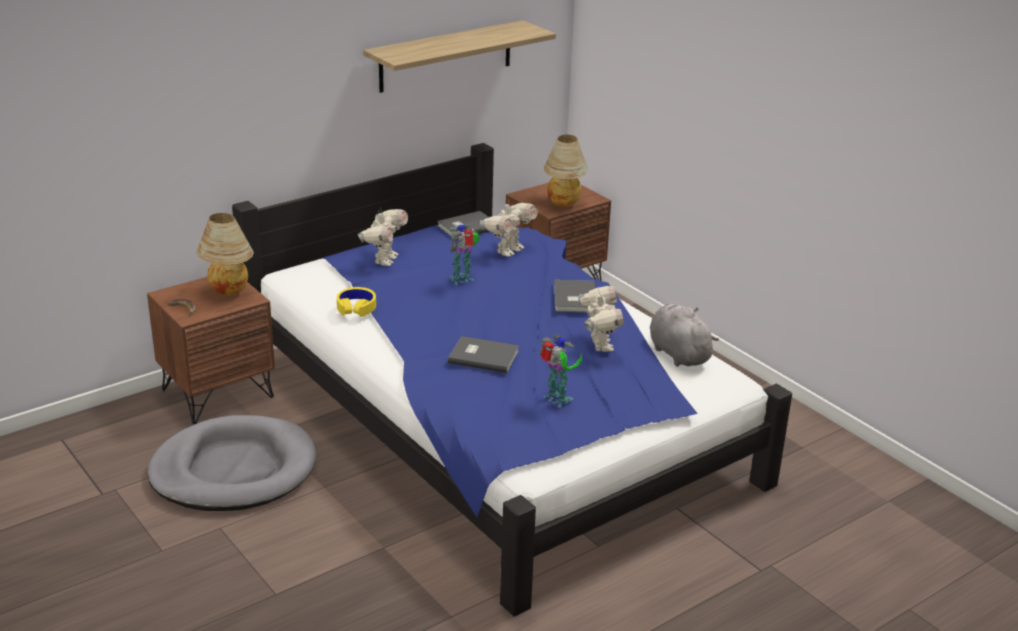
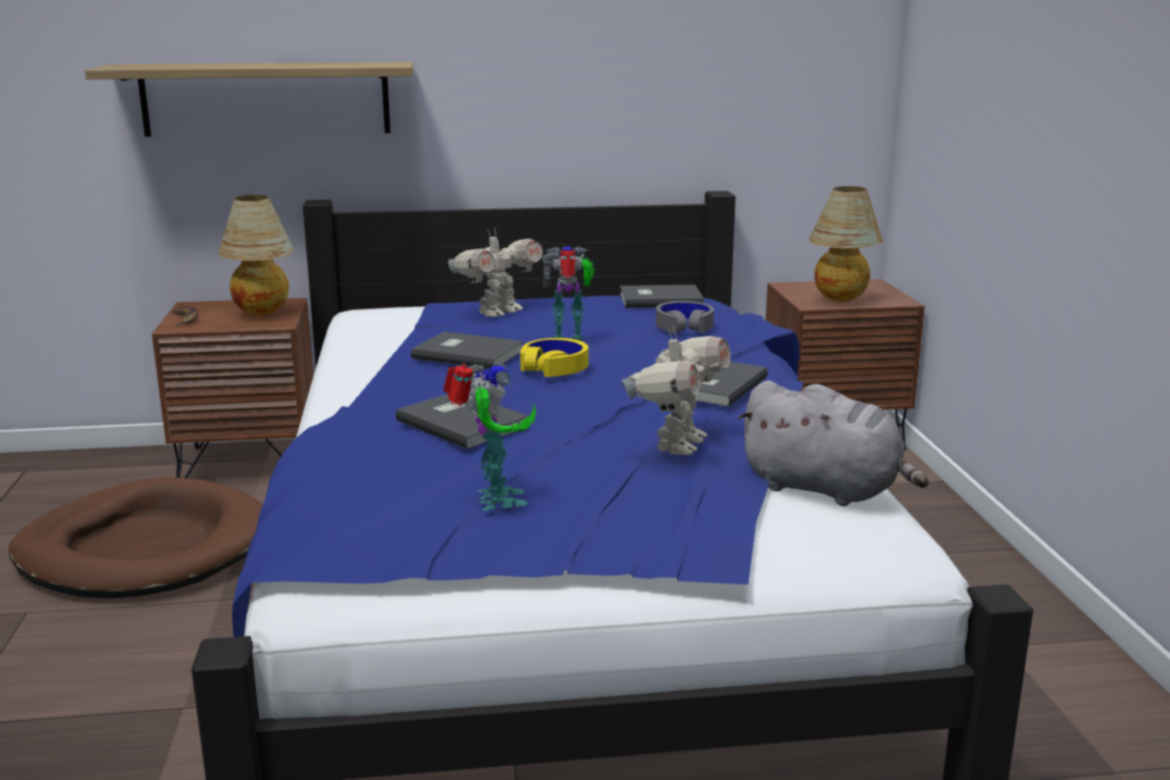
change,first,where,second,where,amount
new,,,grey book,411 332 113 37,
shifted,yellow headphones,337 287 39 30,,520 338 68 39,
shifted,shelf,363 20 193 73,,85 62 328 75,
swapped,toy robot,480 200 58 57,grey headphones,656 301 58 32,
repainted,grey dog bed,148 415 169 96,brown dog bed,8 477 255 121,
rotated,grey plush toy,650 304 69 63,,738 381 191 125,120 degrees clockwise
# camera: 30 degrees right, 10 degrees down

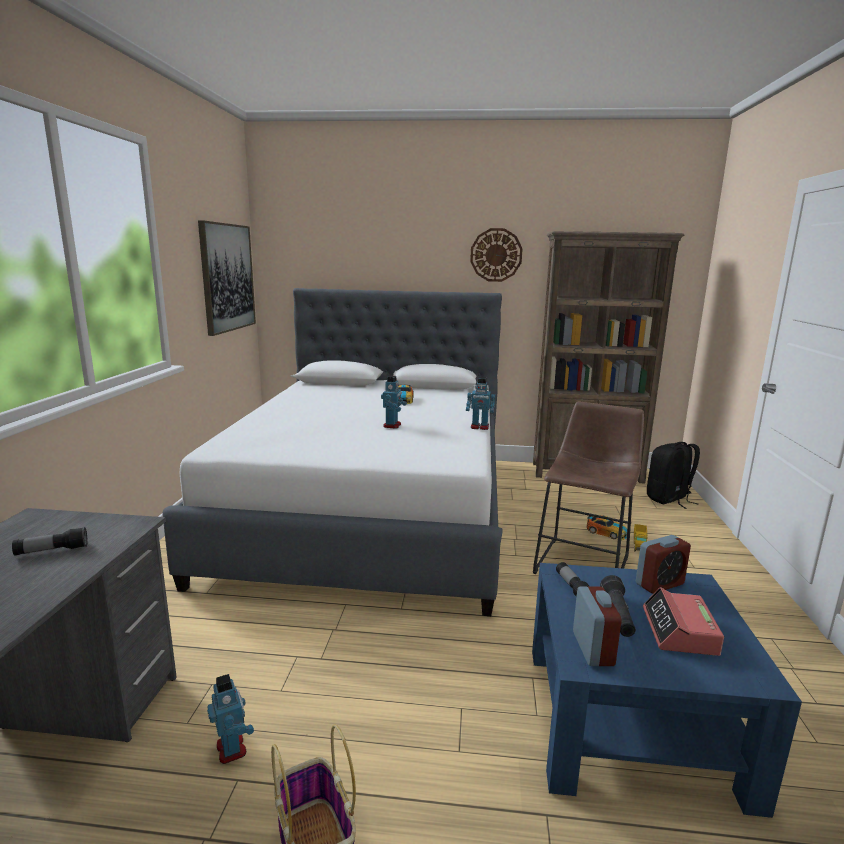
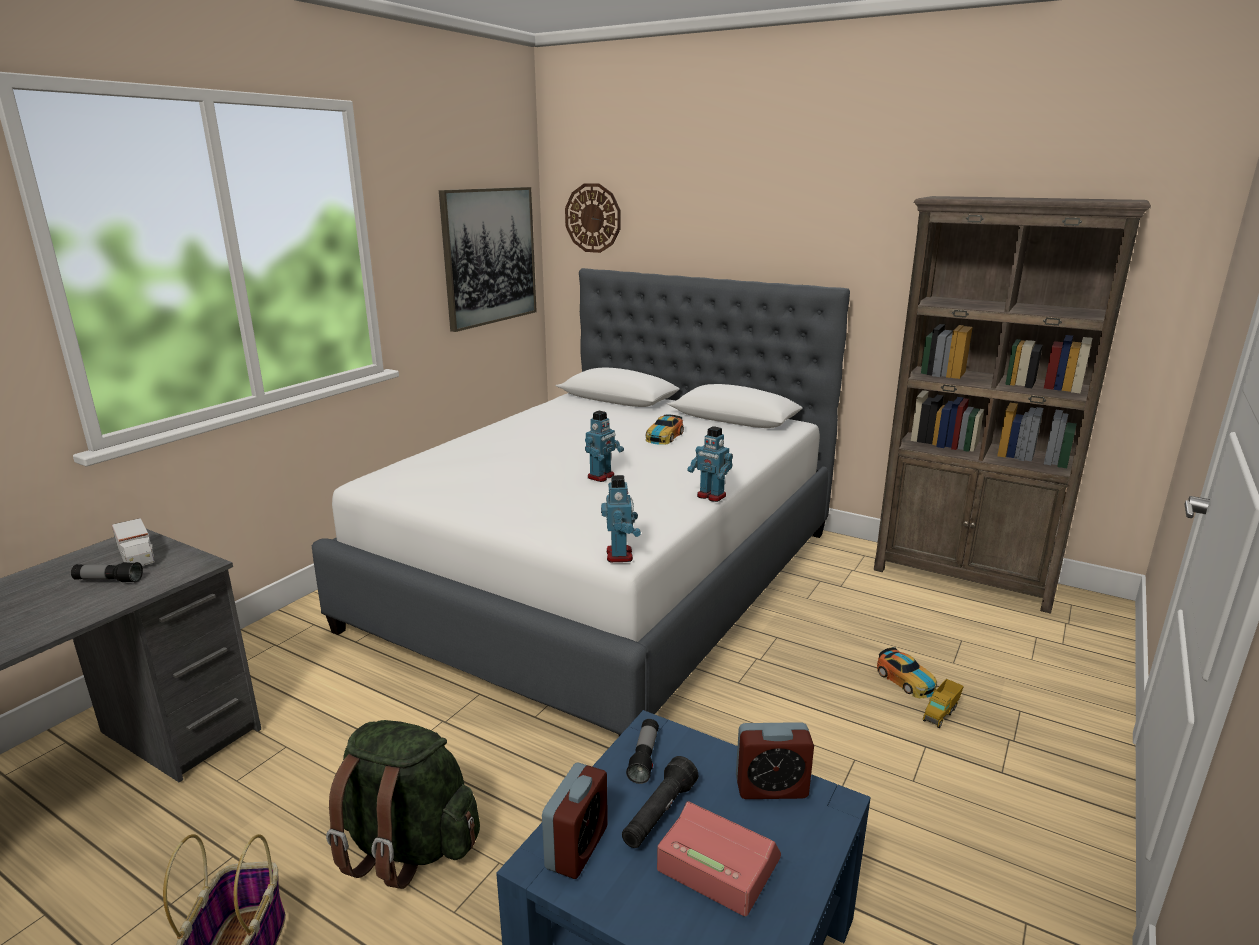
change,first,where,second,where,amount
gone,brown stool,533 402 111 172,,,
gone,black backpack,647 442 53 67,,,
new,,,toy truck,112 518 43 48,
new,,,green backpack,326 720 154 169,
shifted,toy robot,207 674 47 90,,601 475 40 87,
shifted,wall clock,470 228 53 54,,565 183 56 70,
rotated,alarm clock,643 587 81 69,,657 801 124 115,90 degrees clockwise
# camera: 25 degrees right, 5 degrees up

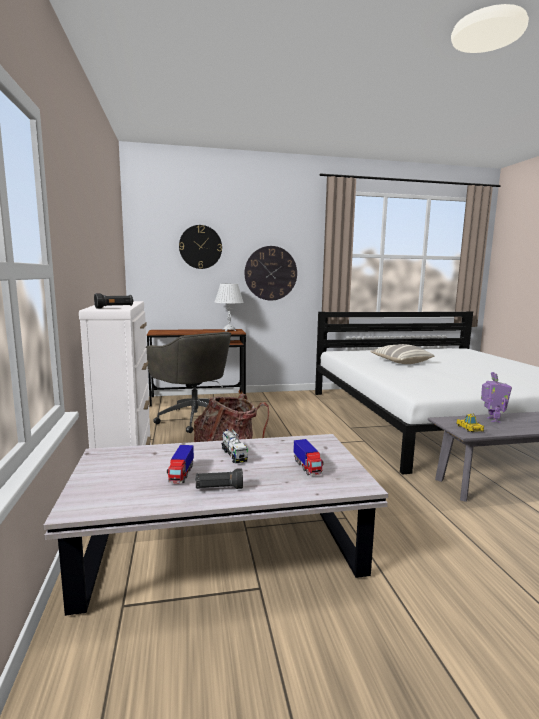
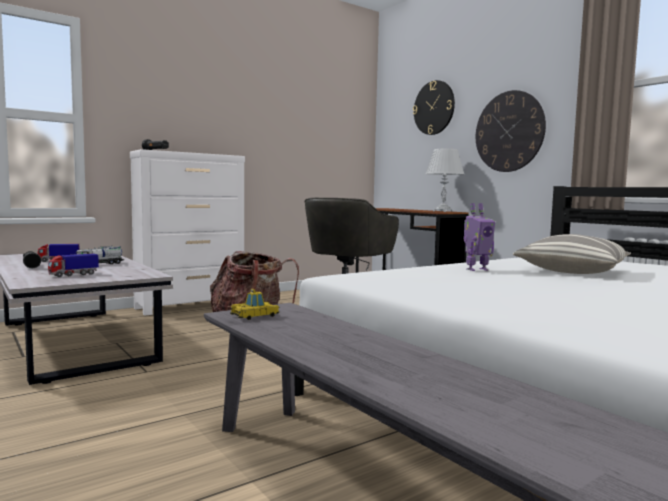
change,first,where,second,where,amount
shifted,toy robot,481 372 31 51,,463 203 32 68,
# camera: 65 degrees right, 5 degrees down

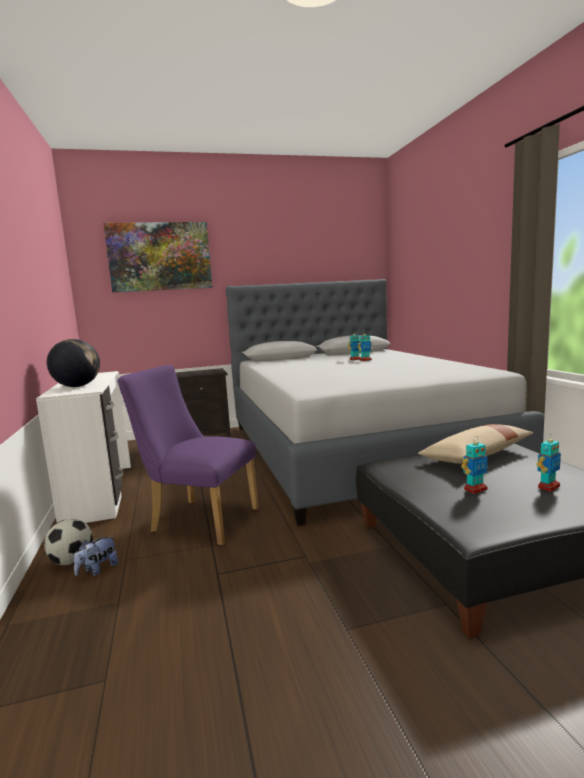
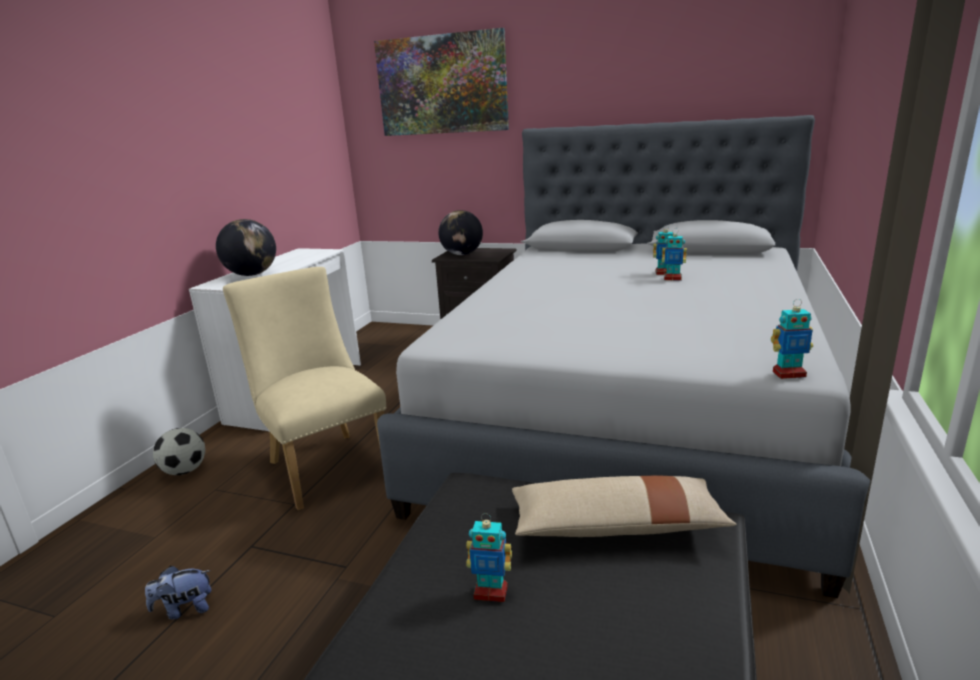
change,first,where,second,where,amount
new,,,globe,438 210 45 45,
shifted,plush toy,74 536 44 40,,145 566 67 54,
shifted,toy robot,537 433 24 59,,771 299 42 80,
repainted,purple chair,117 365 142 181,beige chair,223 267 164 243,
# camera: 35 degrees right, 10 degrees up

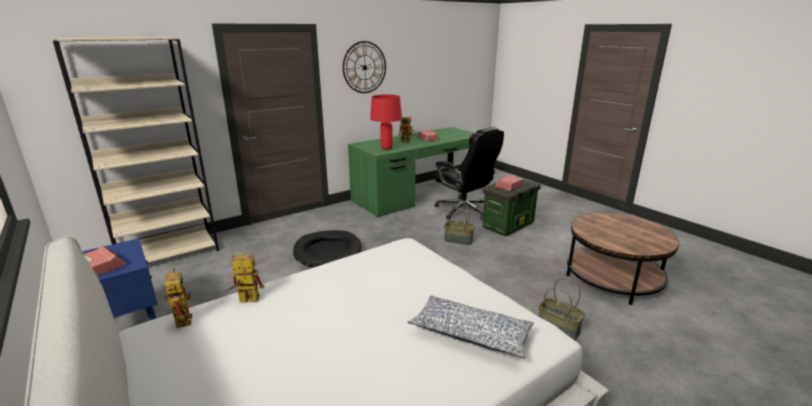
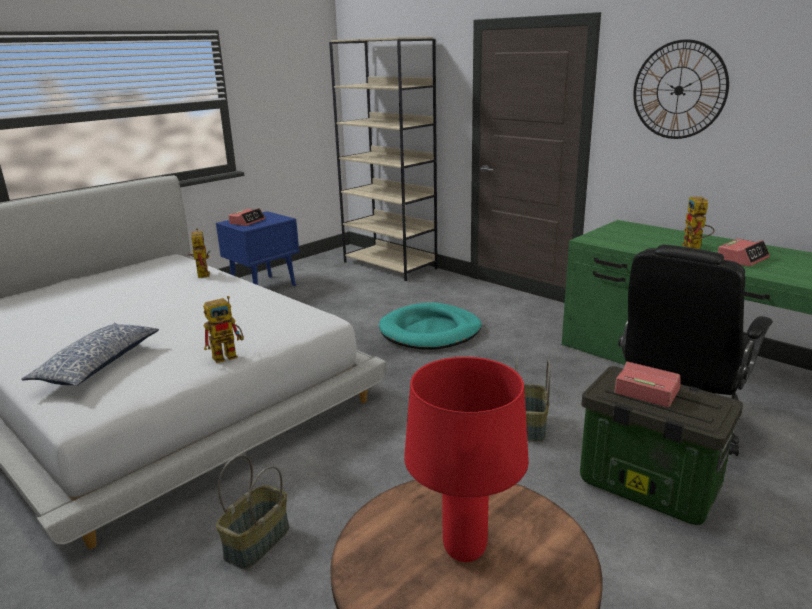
change,first,where,second,where,amount
shifted,toy robot,164 268 28 60,,203 296 41 67,
shifted,red table lamp,370 94 32 56,,404 357 125 205,
repainted,black dog bed,293 230 69 37,turquoise dog bed,379 303 103 47,
# camera: 80 degrees right, 0 degrees up

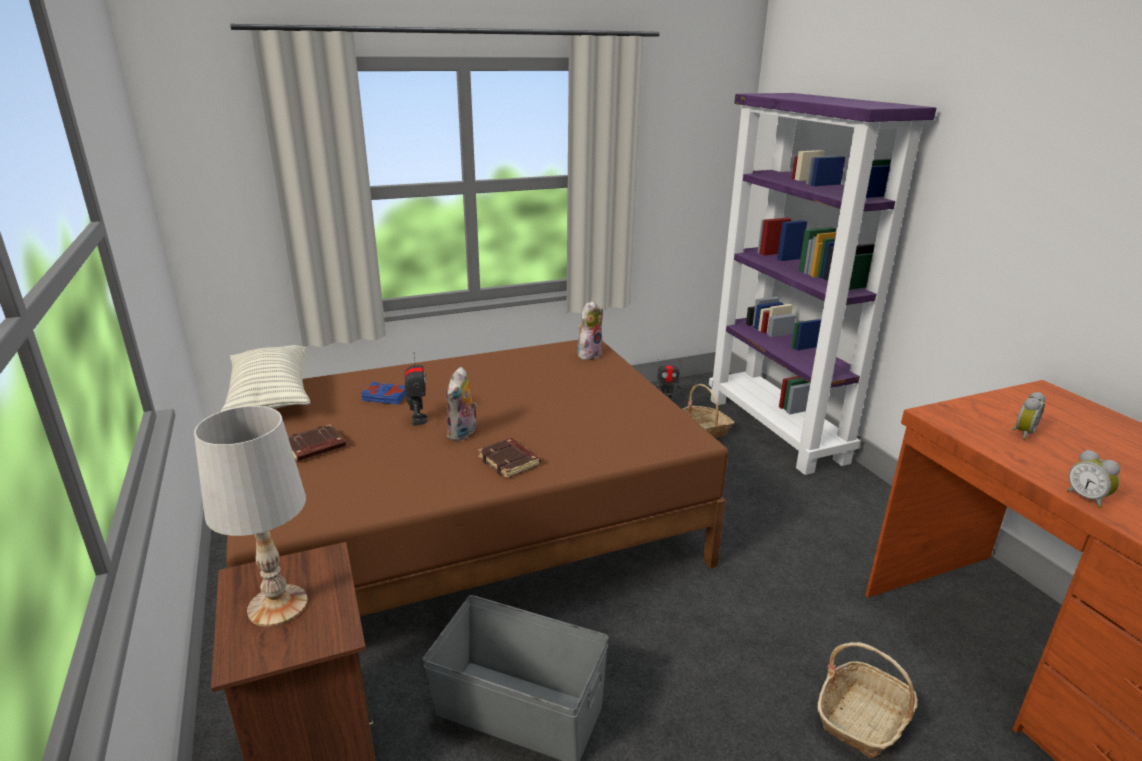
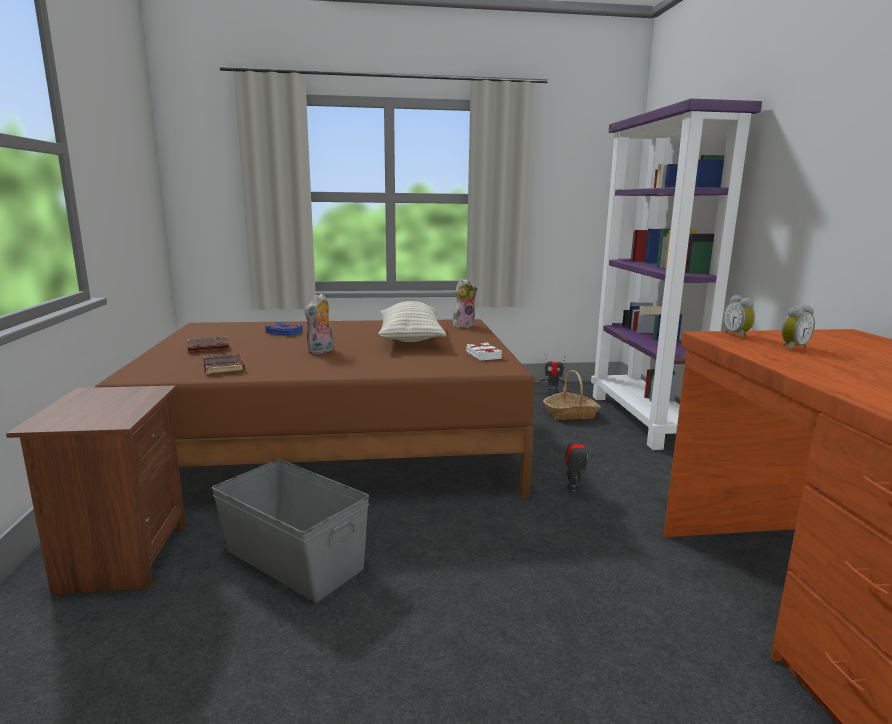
change,first,where,second,where,amount
gone,white table lamp,194 406 114 221,,,
gone,basket,817 642 101 117,,,
new,,,white book,466 343 36 18,
shifted,pillow,221 345 89 66,,378 301 68 41,
shifted,toy robot,405 353 23 73,,565 431 23 65,
shifted,brown book,478 438 63 41,,203 354 42 21,
shifted,alarm clock,1067 450 53 58,,724 295 31 43,
# camera: 15 degrees right, 10 degrees down

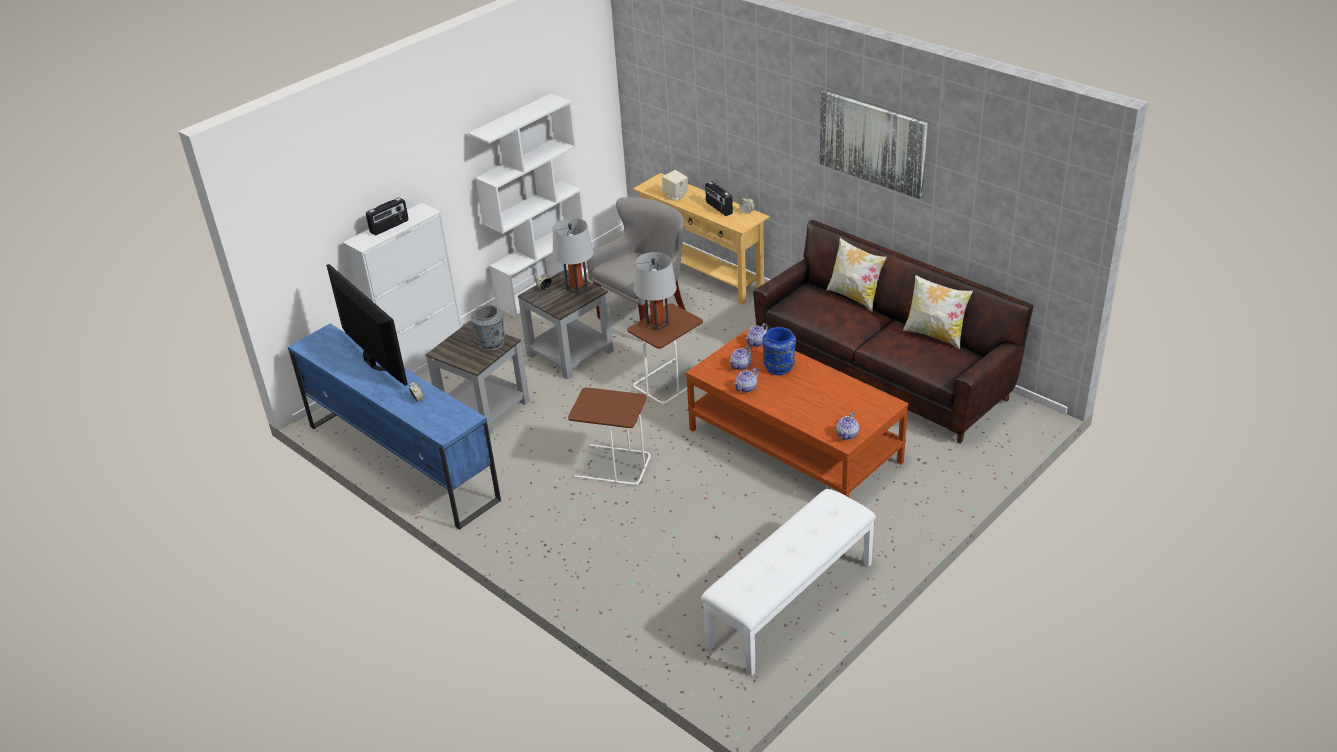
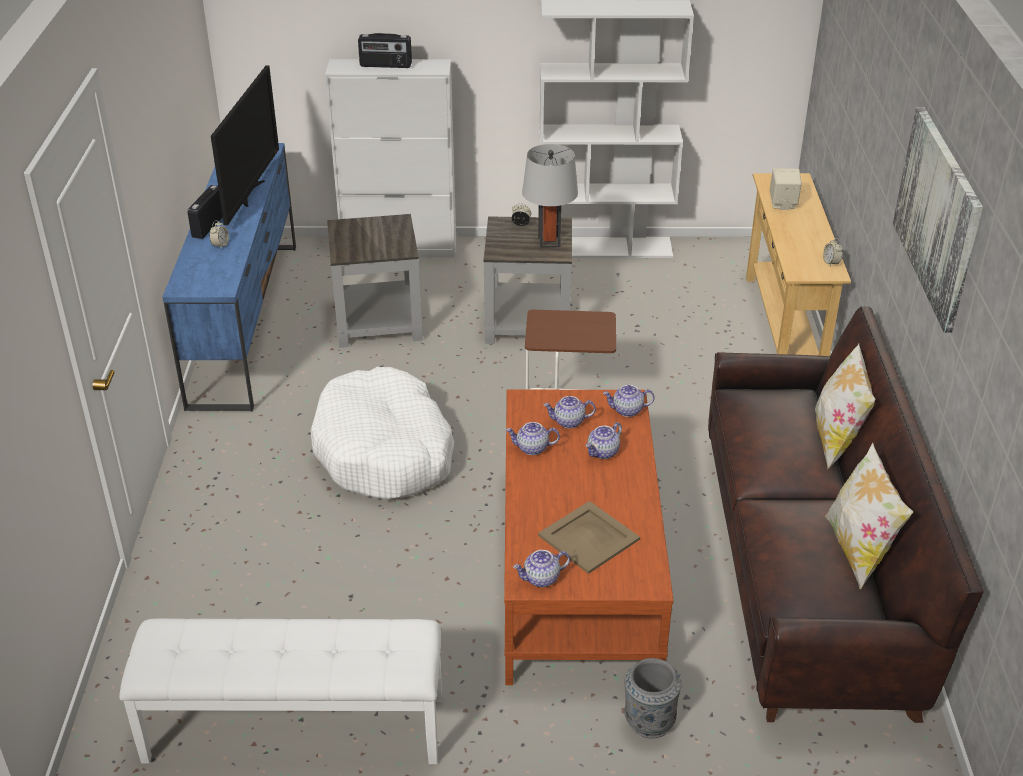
change,first,where,second,where,amount
gone,grey armchair,587 197 99 144,,,
gone,grey table lamp,634 252 43 79,,,
new,,,beige tray,538 501 102 73,
shifted,grey vase,471 304 35 47,,624 658 57 81,
shifted,radio,705 181 28 35,,187 185 36 54,
swapped,brown side table,568 387 83 98,white dog bed,310 367 145 133,
swapped,blue vase,763 327 33 48,teapot,586 422 36 37,
# camera: 45 degrees right, 0 degrees up

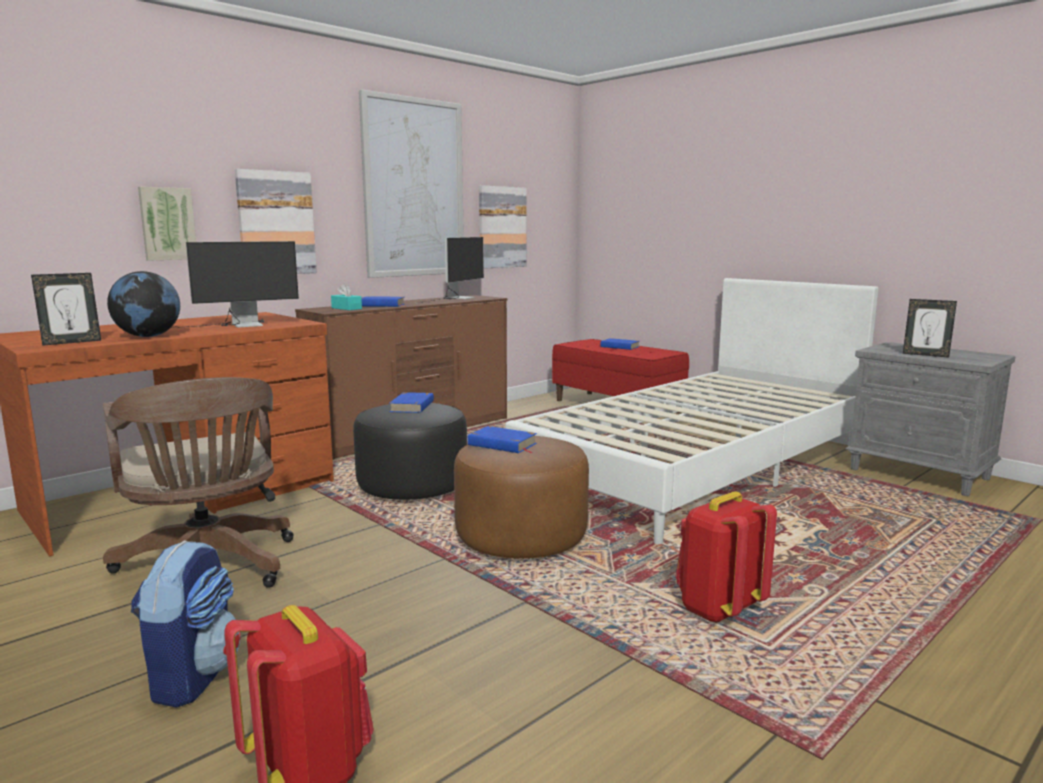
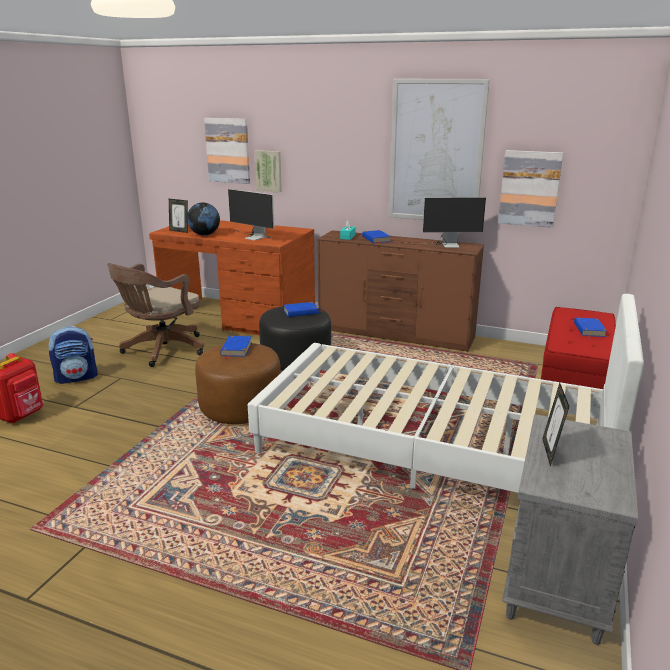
change,first,where,second,where,amount
gone,red backpack,676 491 101 131,,,
shifted,picture,235 169 82 105,,204 118 46 66,
# camera: 65 degrees right, 10 degrees up

